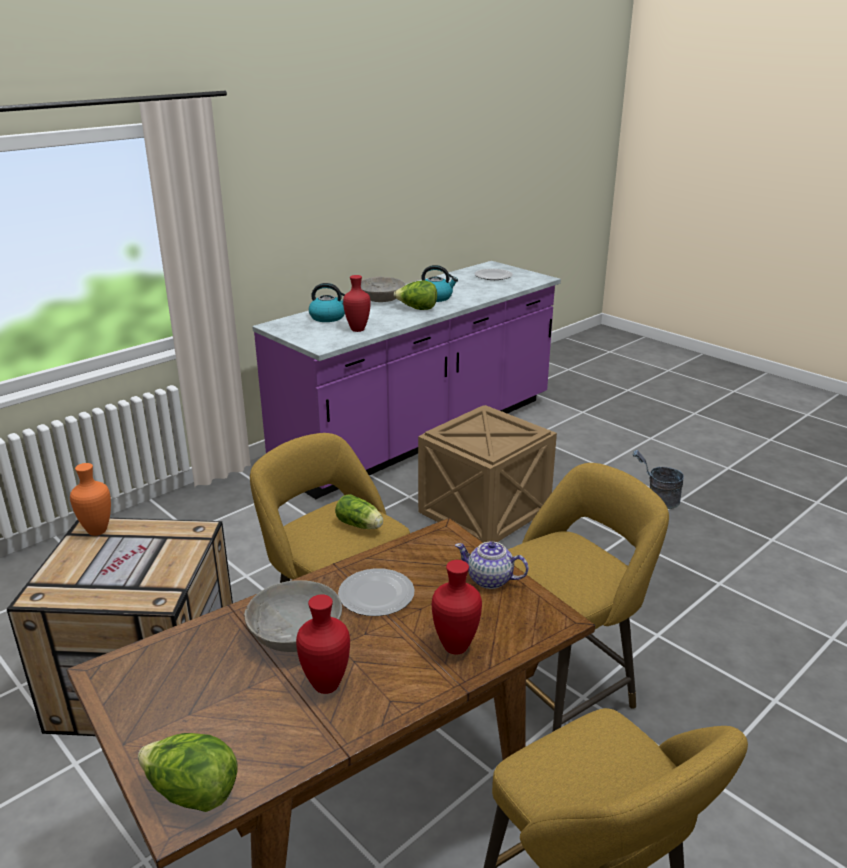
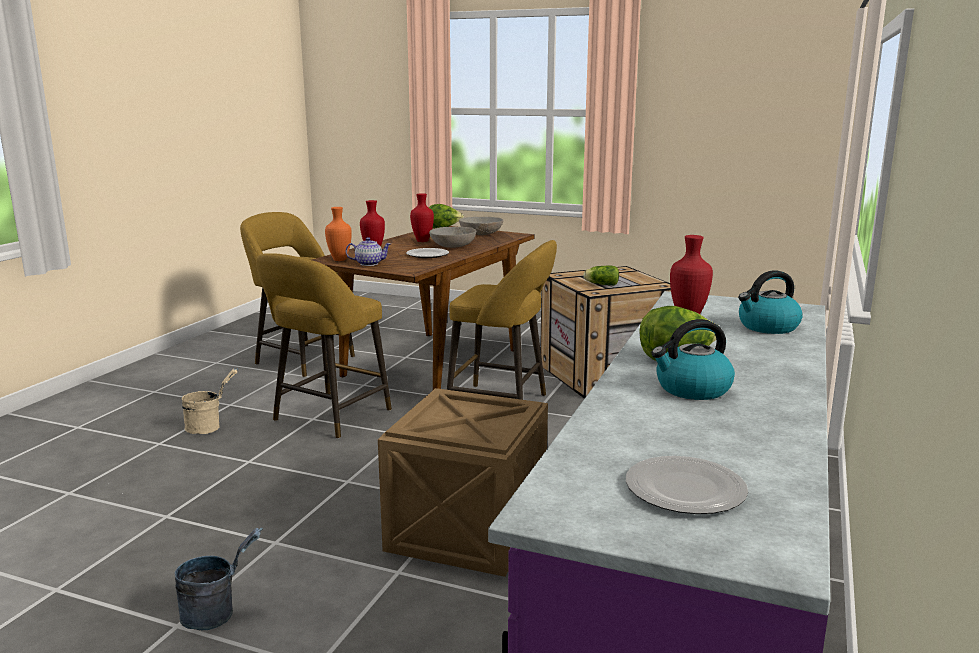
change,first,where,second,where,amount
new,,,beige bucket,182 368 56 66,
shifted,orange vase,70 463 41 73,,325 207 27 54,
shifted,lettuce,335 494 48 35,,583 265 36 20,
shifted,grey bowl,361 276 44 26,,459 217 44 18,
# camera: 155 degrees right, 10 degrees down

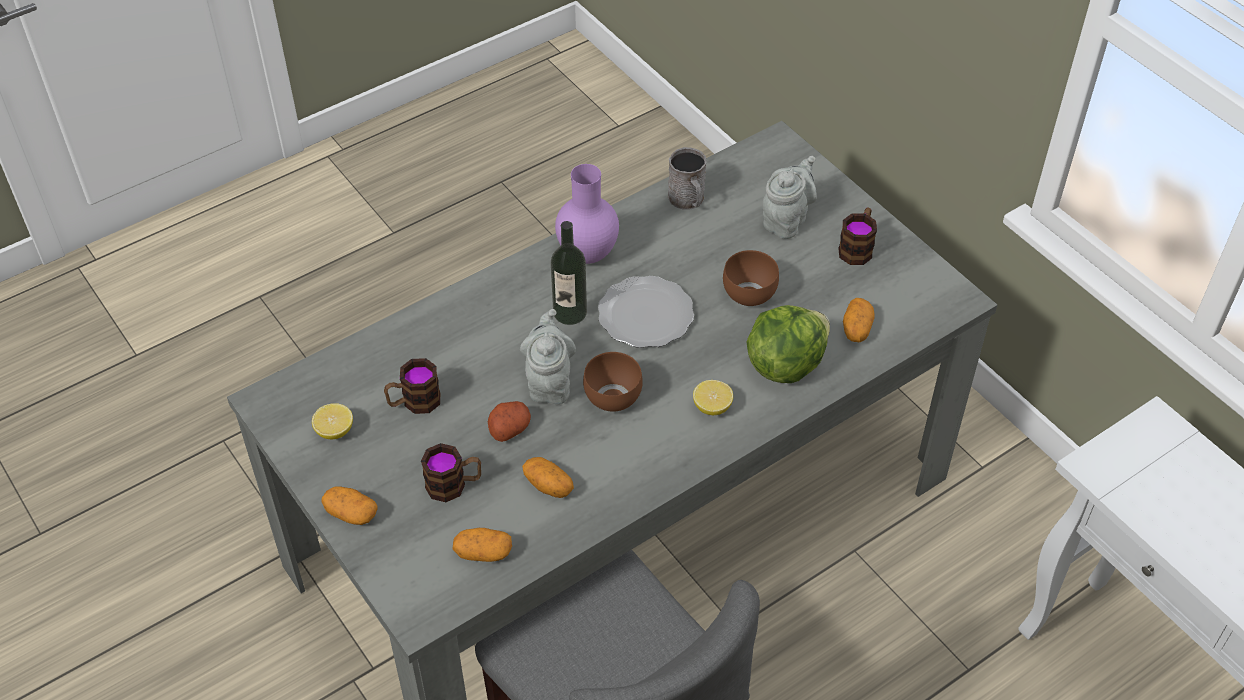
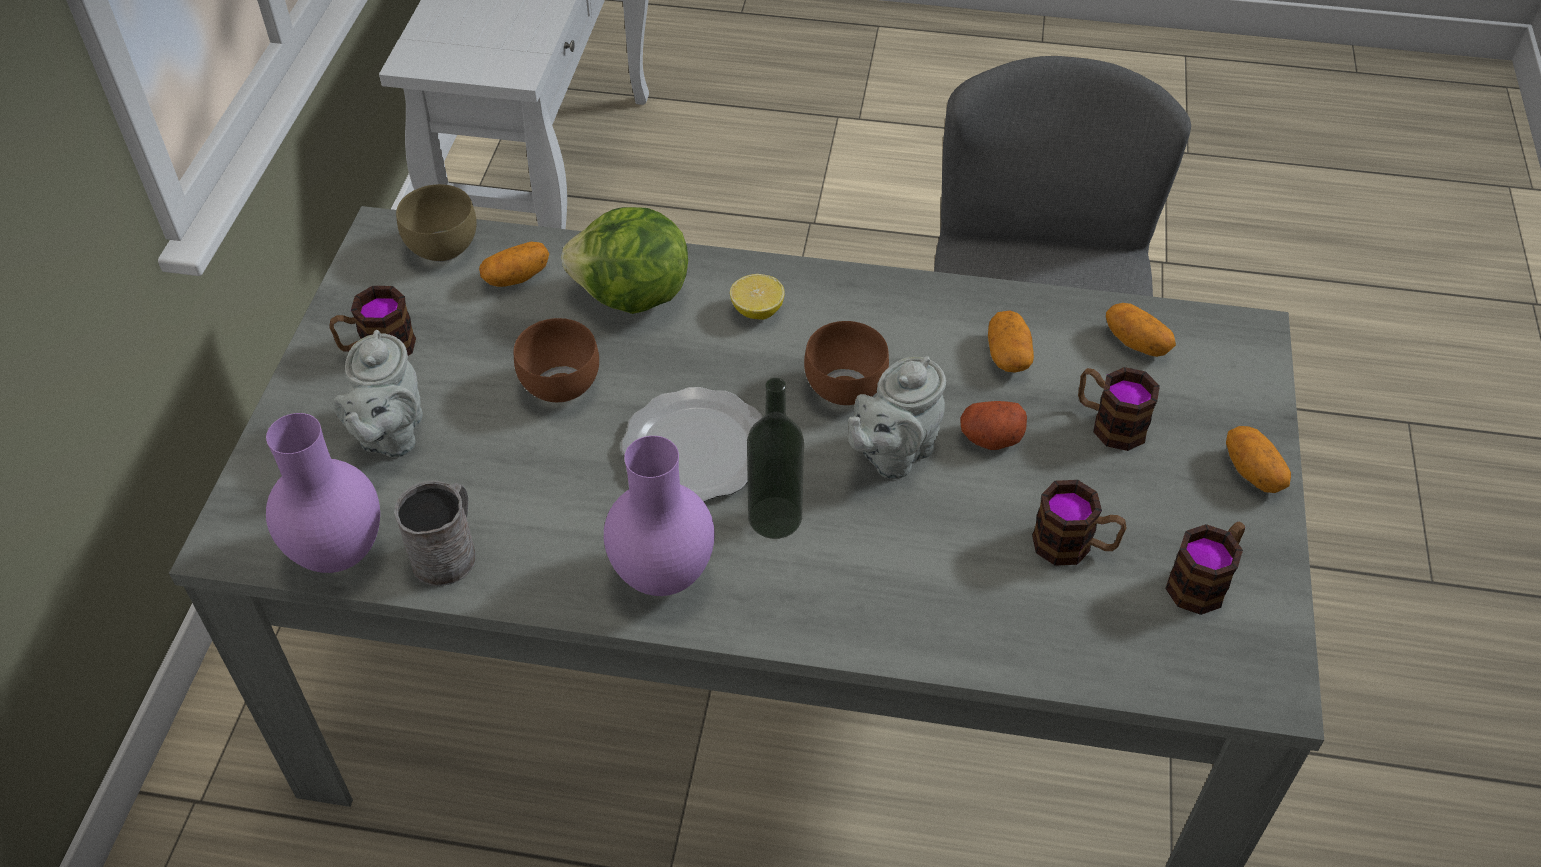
change,first,where,second,where,amount
new,,,purple vase,266 413 114 160,
new,,,brown bowl,396 184 81 78,
swapped,lemon,312 403 41 36,mug,1165 522 80 93,
rotated,grey teapot,763 156 54 83,,333 330 90 128,75 degrees counterclockwise
# camera: 135 degrees left, 0 degrees up

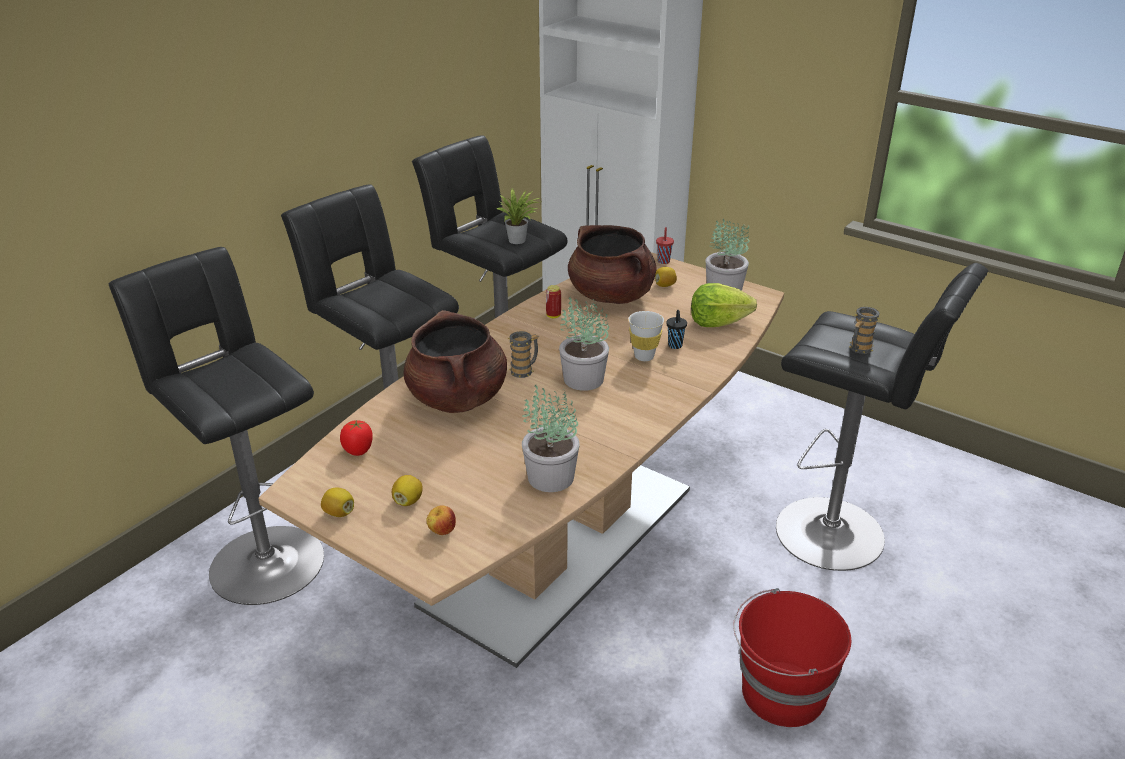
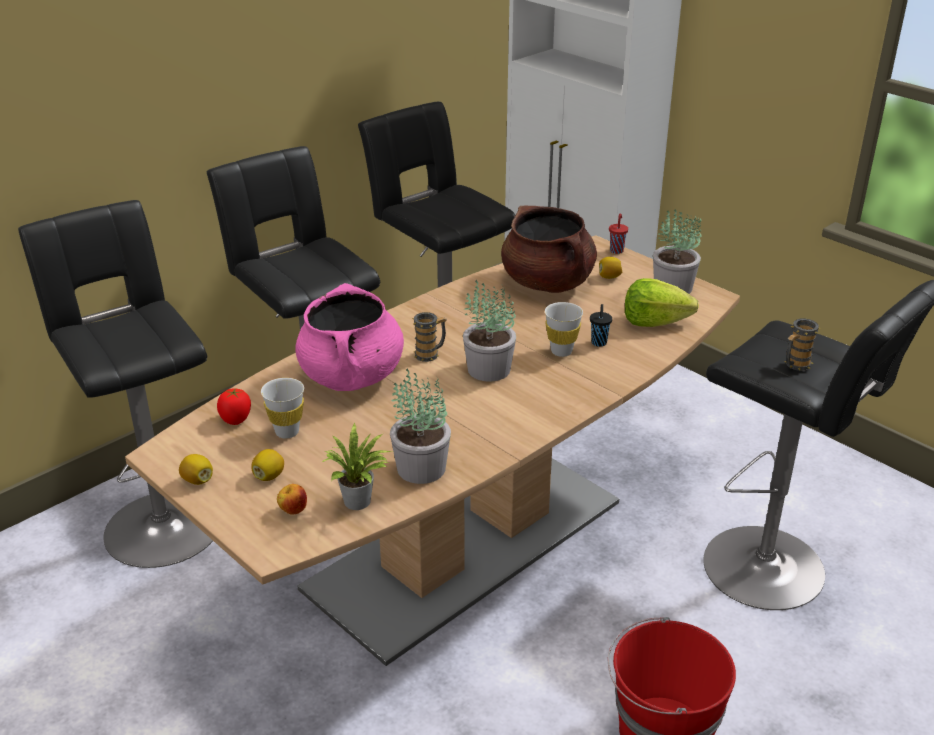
change,first,where,second,where,amount
gone,can,546 285 15 33,,,
new,,,white cup,261 378 43 61,
shifted,potted plant,497 189 43 55,,322 423 69 87,
repainted,brown cooking pot,404 310 103 103,pink cooking pot,295 283 109 108,
# camera: 10 degrees right, 0 degrees up

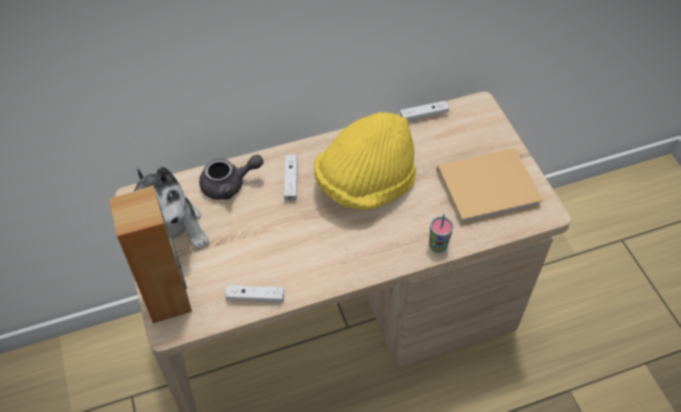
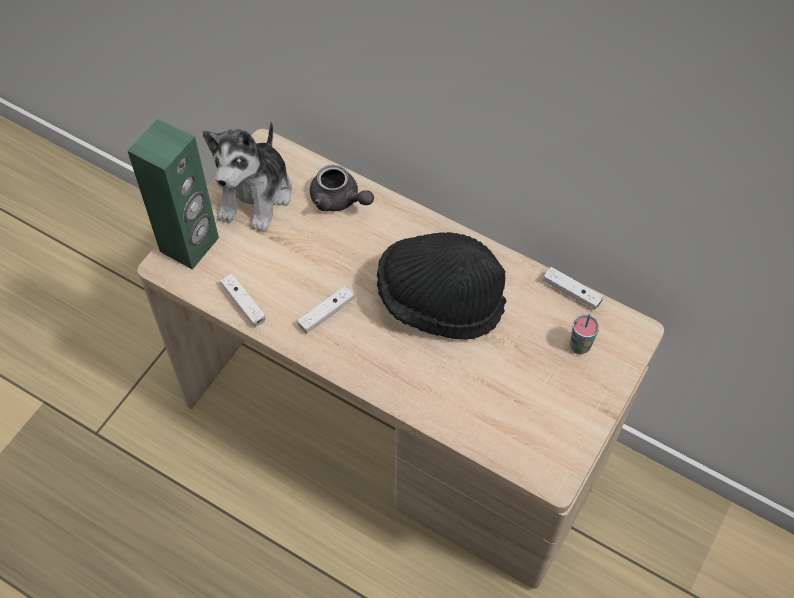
change,first,where,second,where,amount
gone,beige book,437 148 106 77,,,
shifted,white game controller,284 155 13 46,,297 286 57 48,
shifted,cup,429 214 25 39,,570 314 29 40,
repainted,brown speaker,109 185 83 138,green speaker,128 119 91 151,
repainted,yellow hat,314 112 102 98,black hat,377 232 129 108,
# camera: 50 degrees right, 5 degrees up

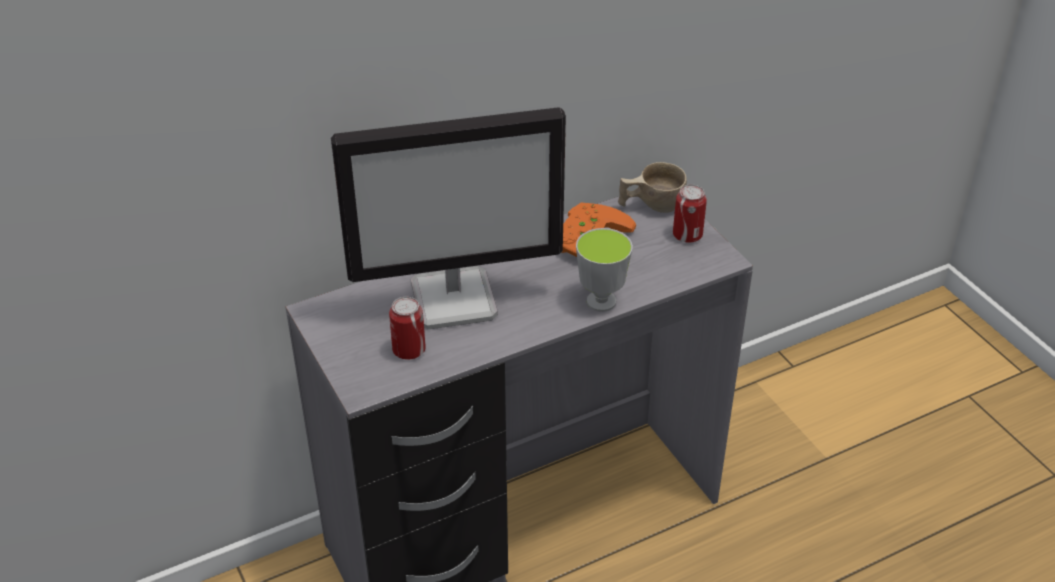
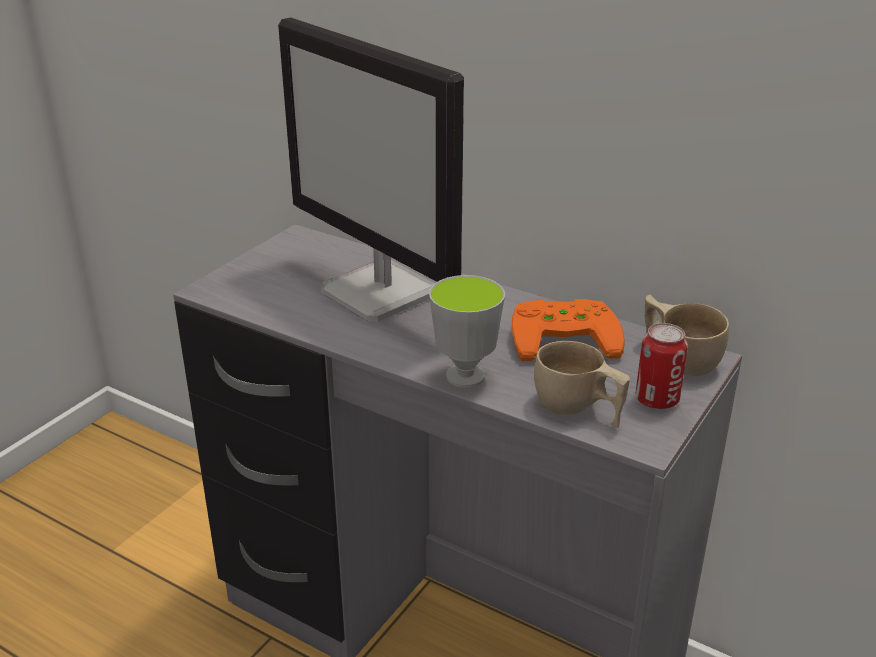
change,first,where,second,where,amount
gone,can,389 297 37 62,,,
new,,,beige cup,534 341 96 87,
# camera: 60 degrees right, 10 degrees down

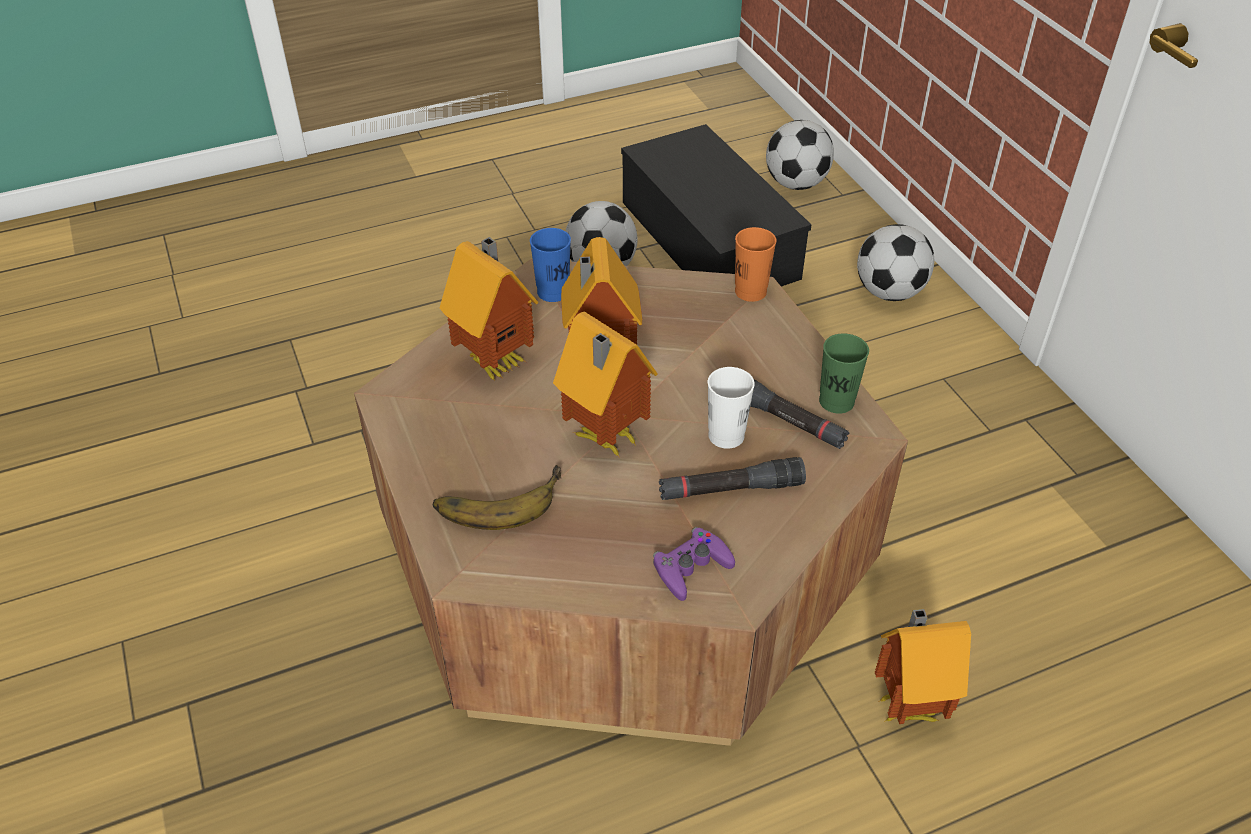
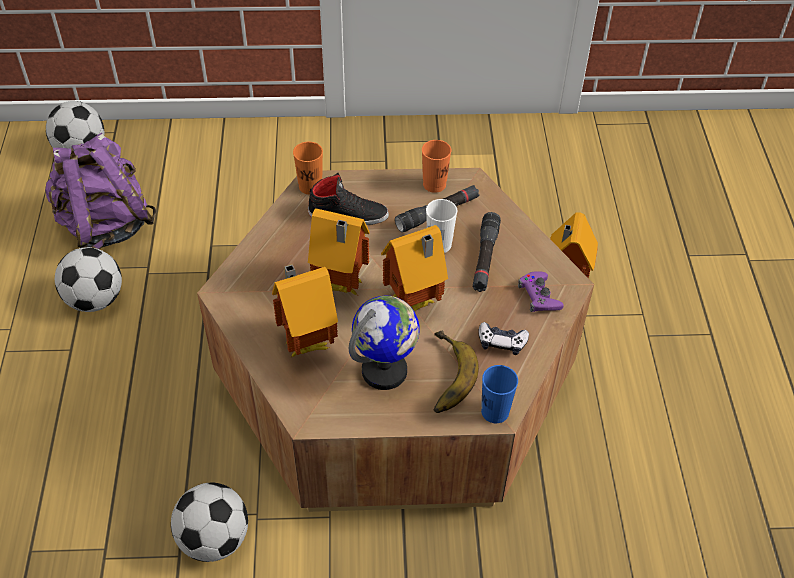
change,first,where,second,where,amount
new,,,black shoe,308 173 81 52,
new,,,globe,349 296 70 94,
new,,,game controller,478 322 51 33,
shifted,blue cup,530 228 41 74,,481 365 37 58,
shifted,football,857 224 77 77,,171 482 77 80,
swapped,black storage box,621 124 190 163,purple backpack,45 133 112 116,
repainted,green cup,819 333 50 81,orange cup,422 140 29 53,
# camera: 70 degrees left, 5 degrees up

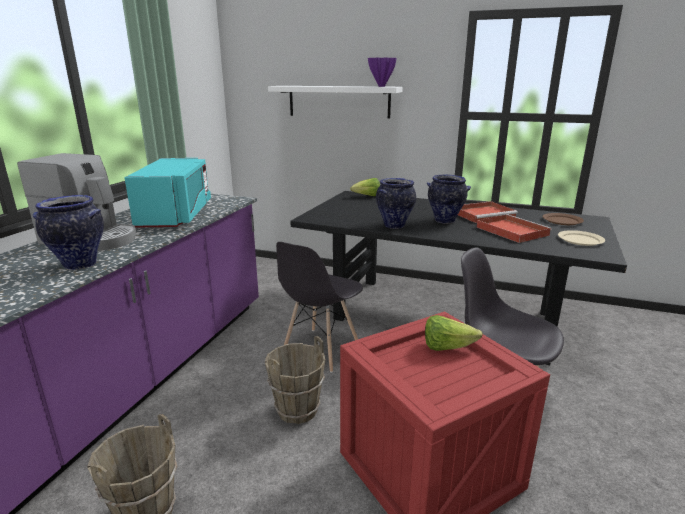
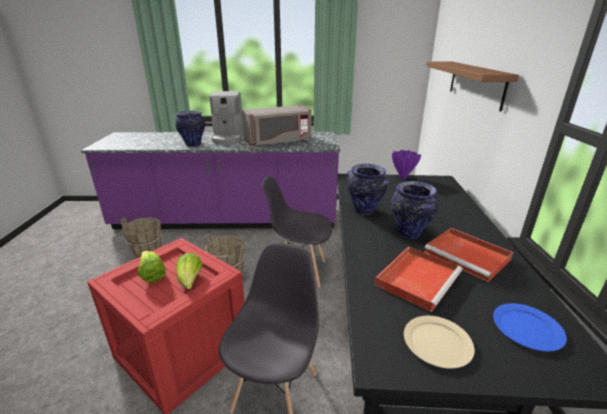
change,first,where,second,where,amount
shifted,lettuce,350 178 30 18,,138 251 28 32,
shifted,purple vase,368 58 28 29,,392 150 29 29,
repainted,turquoise microwave,124 158 87 70,grey microwave,242 105 70 41,
repainted,white shelf,268 86 135 33,brown shelf,426 61 93 51,
repainted,brown plate,542 213 42 12,blue plate,493 303 74 48,
# camera: 70 degrees right, 5 degrees up

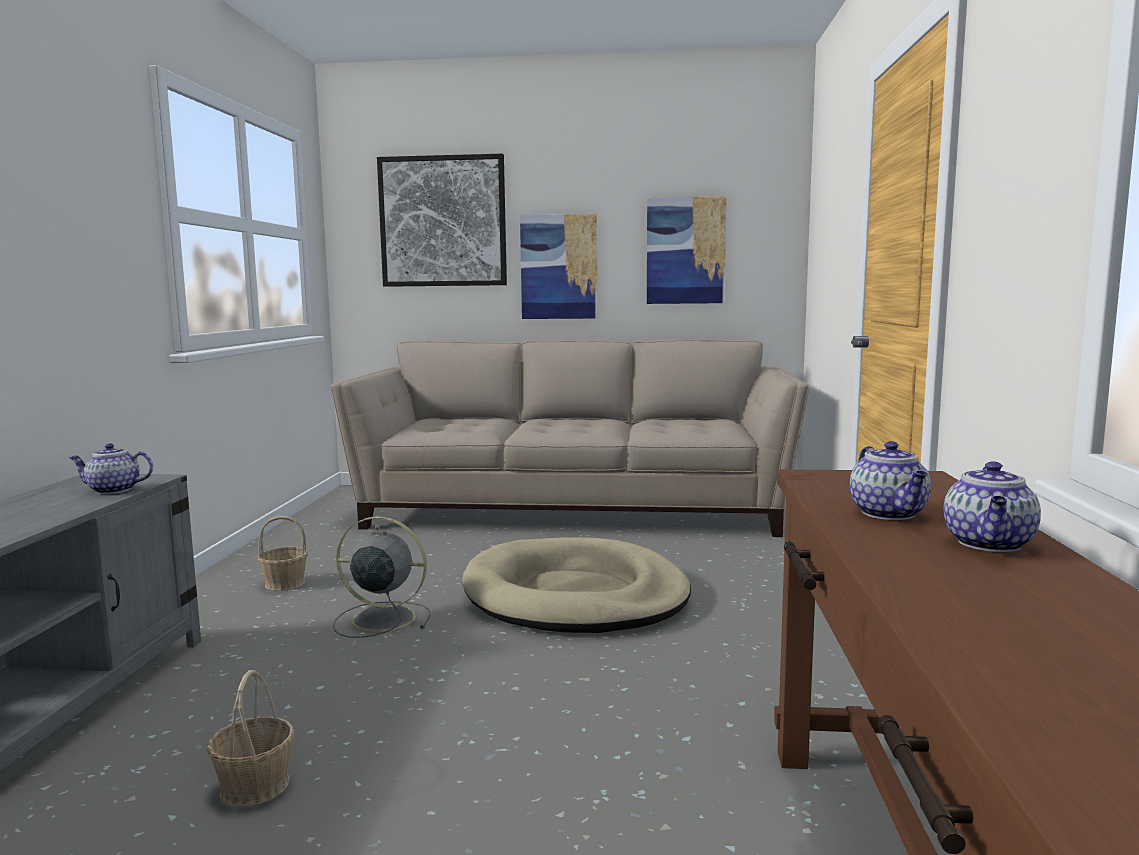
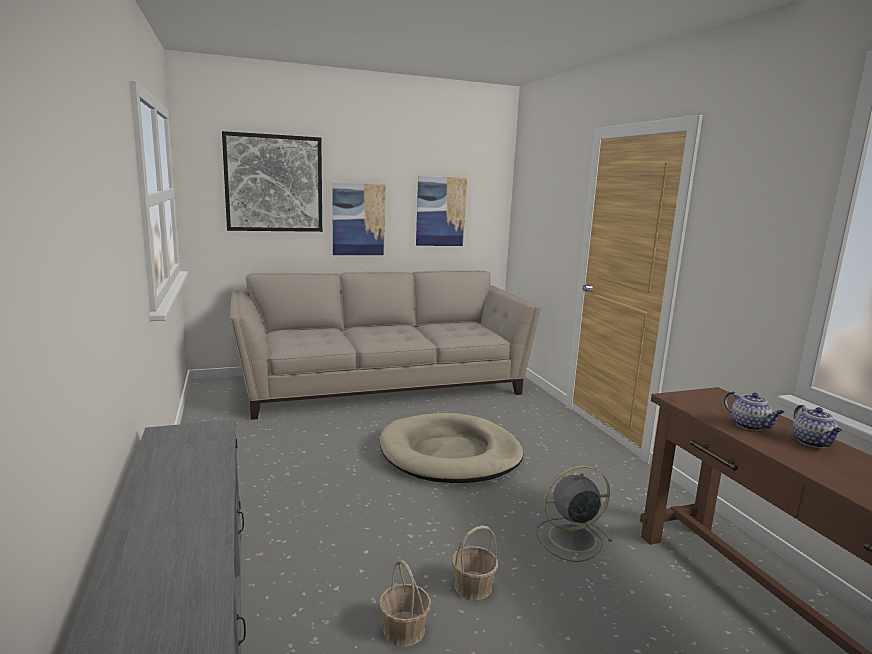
change,first,where,second,where,amount
gone,teapot,69 444 84 50,,,
shifted,basket,258 516 50 75,,452 526 46 74,
shifted,grey fan,333 516 97 122,,536 465 76 97,
# camera: 25 degrees left, 5 degrees up

